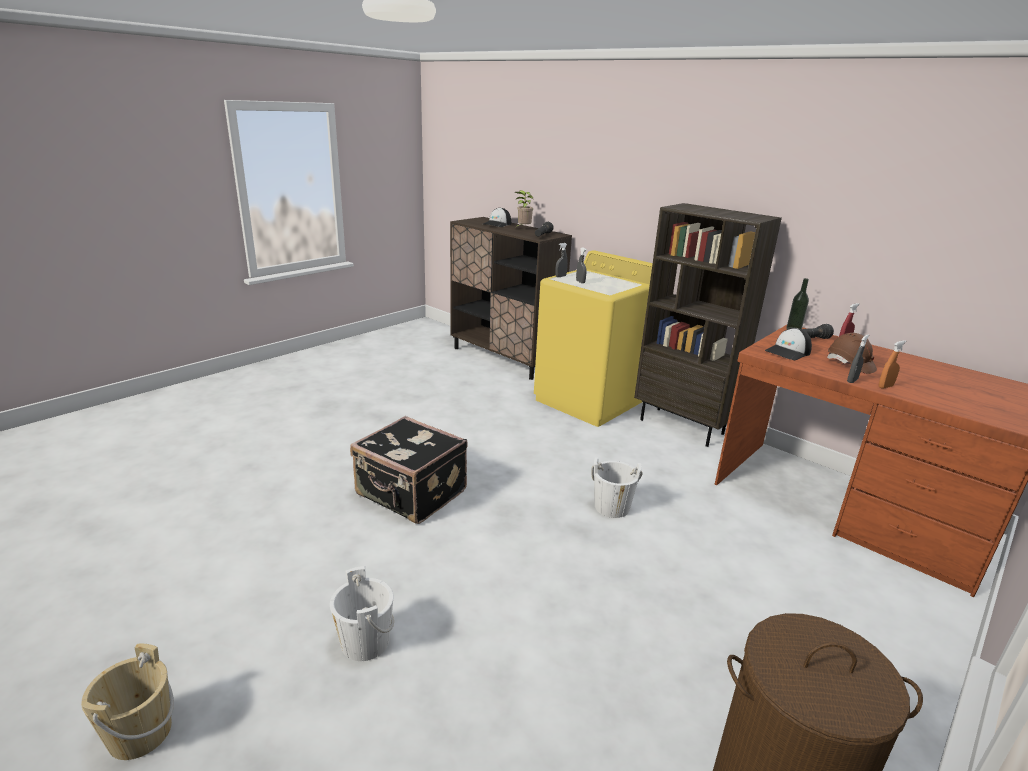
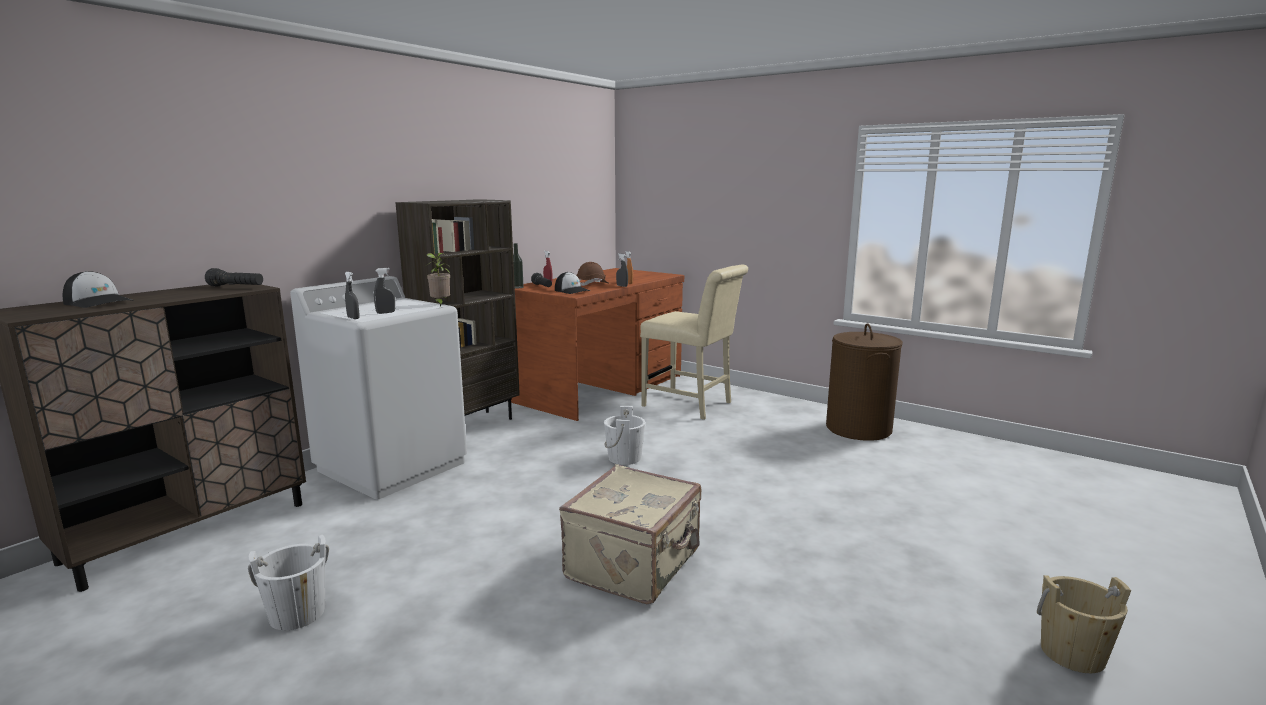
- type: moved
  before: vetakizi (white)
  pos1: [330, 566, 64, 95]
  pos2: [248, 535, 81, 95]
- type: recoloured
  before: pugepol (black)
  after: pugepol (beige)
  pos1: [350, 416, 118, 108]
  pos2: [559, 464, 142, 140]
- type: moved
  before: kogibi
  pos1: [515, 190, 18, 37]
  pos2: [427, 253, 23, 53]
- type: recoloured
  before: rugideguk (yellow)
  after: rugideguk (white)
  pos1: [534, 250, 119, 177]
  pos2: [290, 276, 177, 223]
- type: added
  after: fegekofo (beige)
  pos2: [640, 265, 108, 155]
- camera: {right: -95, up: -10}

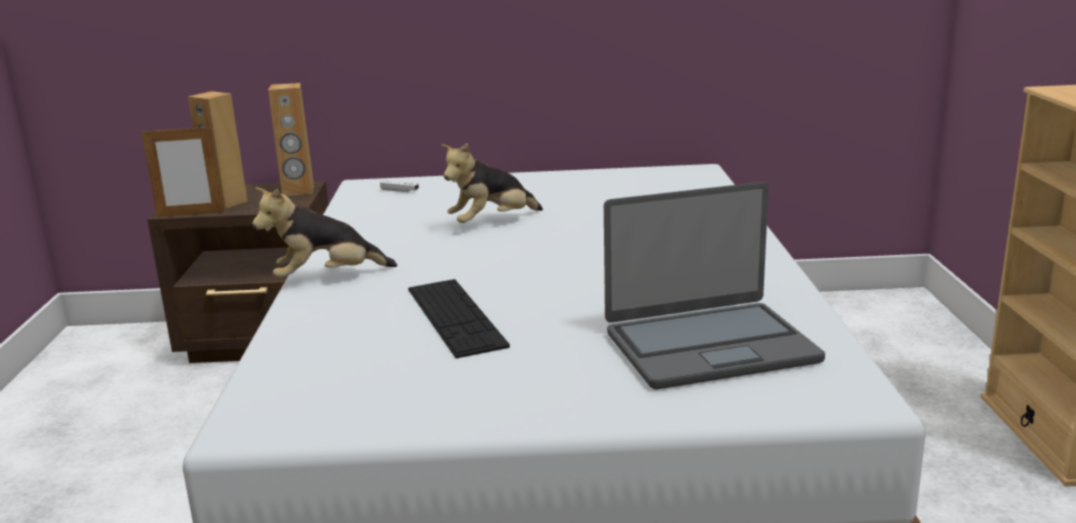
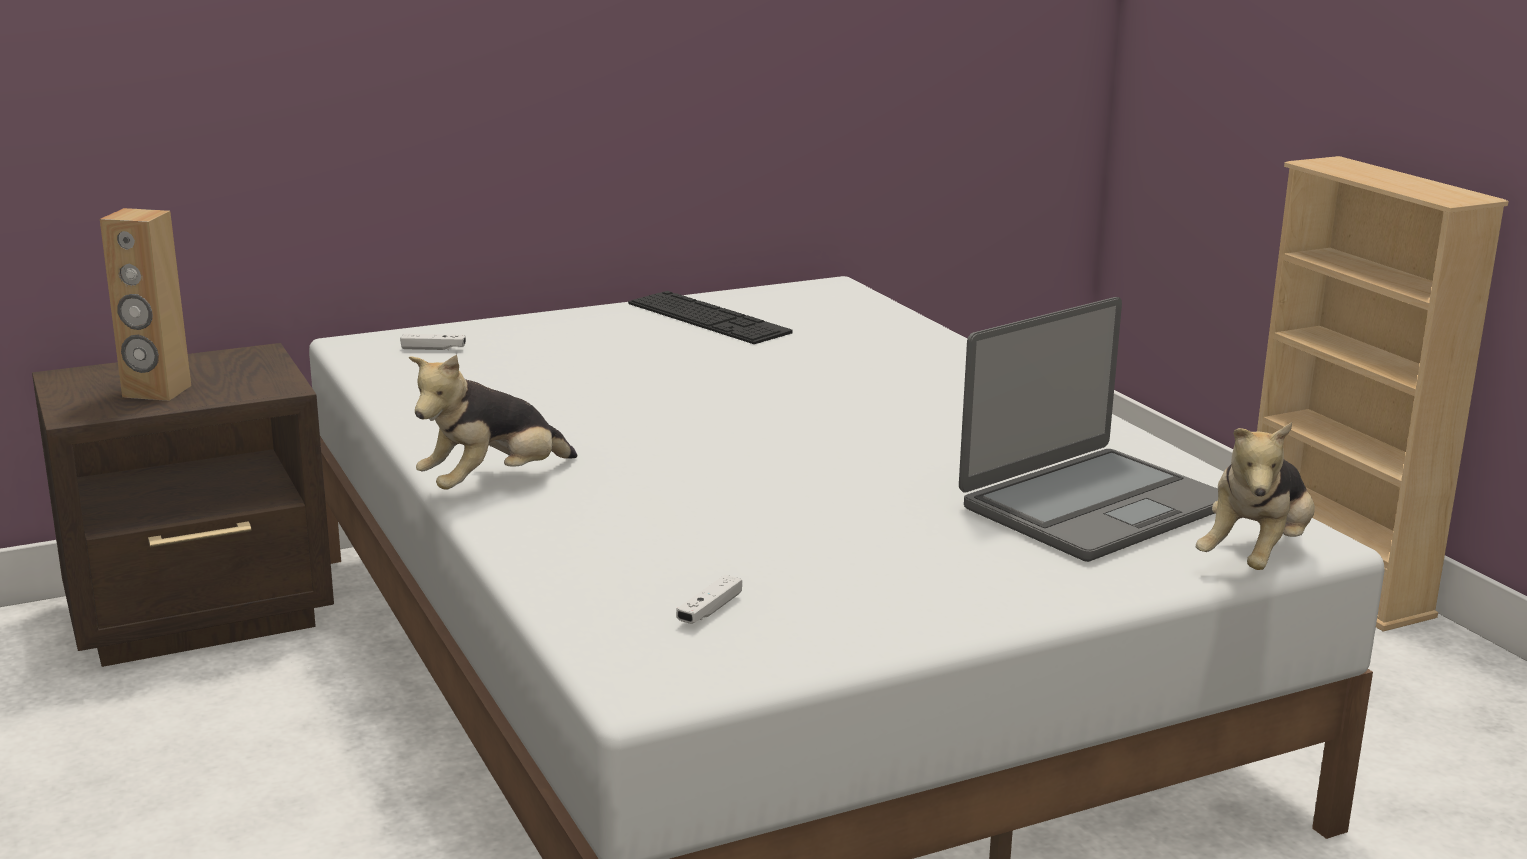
- type: removed
  before: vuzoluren
  pos1: [141, 124, 83, 93]
- type: removed
  before: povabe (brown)
  pos1: [268, 83, 46, 113]
- type: moved
  before: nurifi
  pos1: [408, 279, 102, 79]
  pos2: [628, 291, 165, 53]
- type: moved
  before: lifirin
  pos1: [441, 143, 102, 80]
  pos2: [1196, 422, 119, 148]
- type: added
  after: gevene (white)
  pos2: [676, 575, 66, 49]
- camera: {right: -25, up: 0}

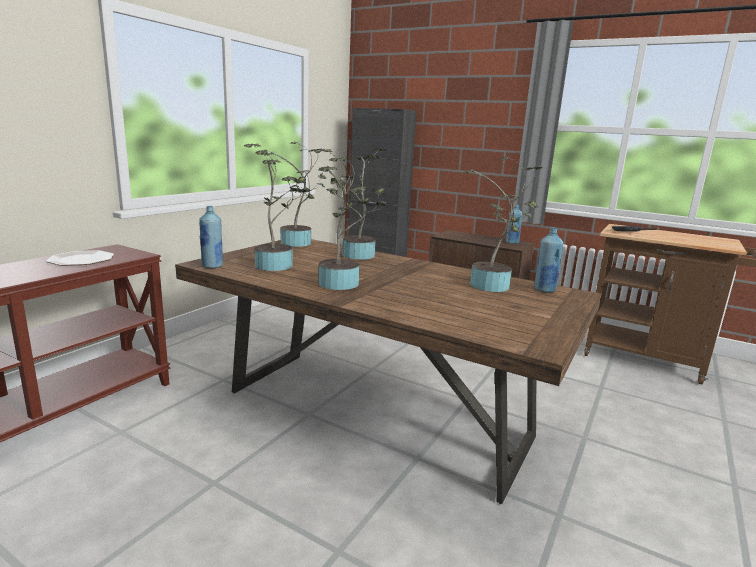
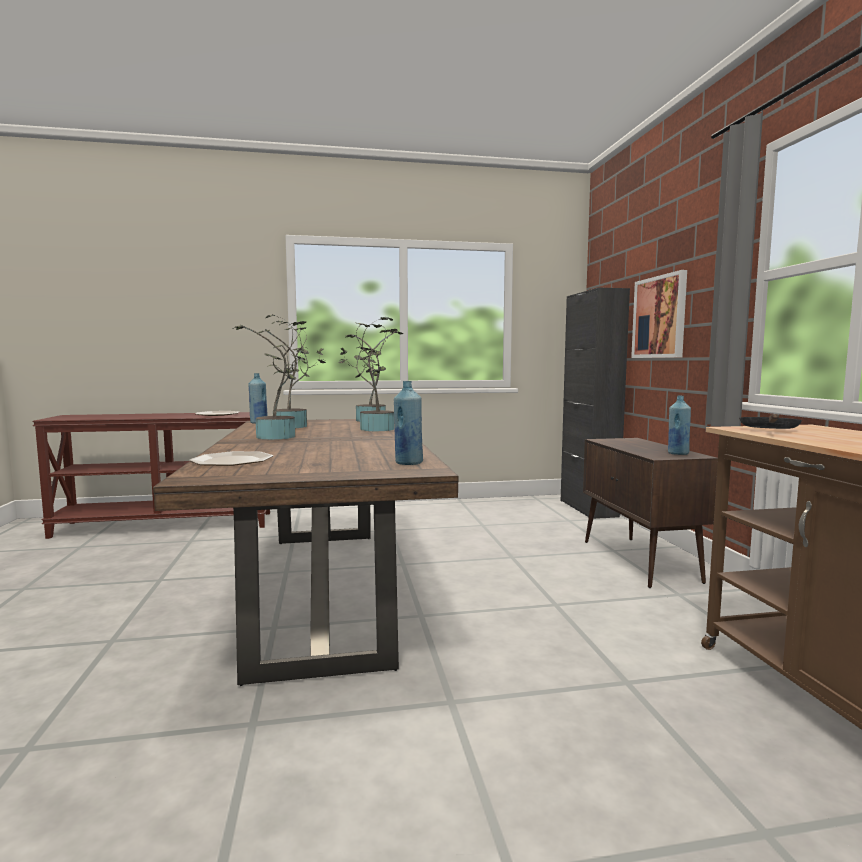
- type: removed
  before: kogibi
  pos1: [463, 157, 80, 135]
- type: added
  after: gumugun
  pos2: [189, 451, 84, 15]
- type: added
  after: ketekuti
  pos2: [631, 270, 56, 88]
- camera: {right: 50, up: -10}

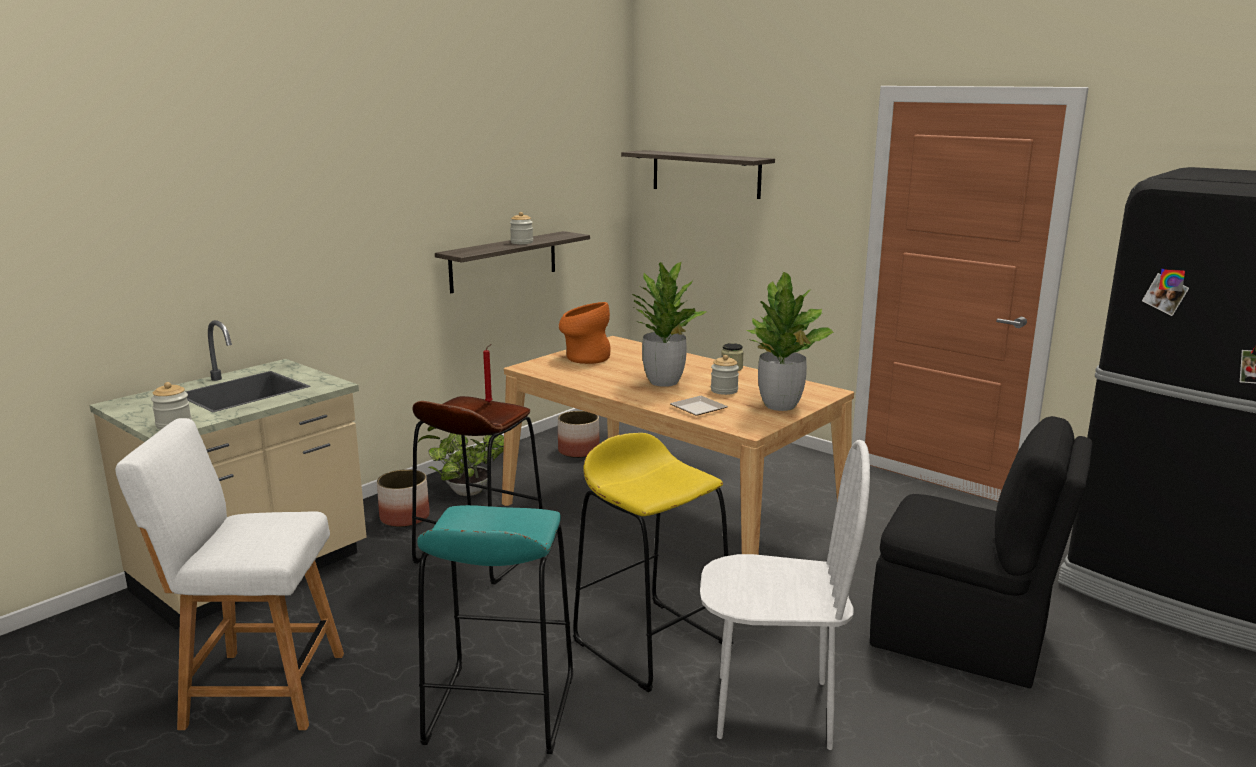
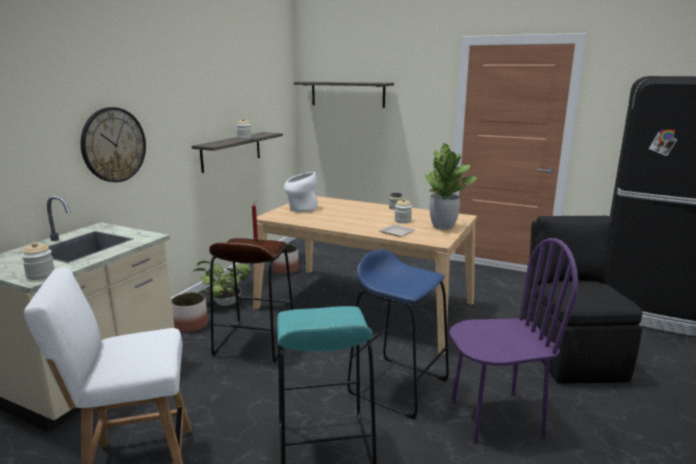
- type: recoloured
  before: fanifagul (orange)
  after: fanifagul (white)
  pos1: [559, 302, 51, 62]
  pos2: [284, 172, 34, 40]
- type: recoloured
  before: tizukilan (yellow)
  after: tizukilan (blue)
  pos1: [573, 433, 160, 259]
  pos2: [347, 249, 102, 171]
- type: removed
  before: kogibi
  pos1: [632, 262, 75, 125]
- type: recoloured
  before: fegekofo (white)
  after: fegekofo (purple)
  pos1: [700, 440, 170, 310]
  pos2: [449, 238, 129, 205]
- type: turned
  before: fegekofo (black)
  pos1: [870, 416, 223, 272]
  pos2: [524, 215, 118, 168]
  turn: -105
- type: added
  after: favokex
  pos2: [81, 107, 65, 75]
- camera: {right: -15, up: 0}

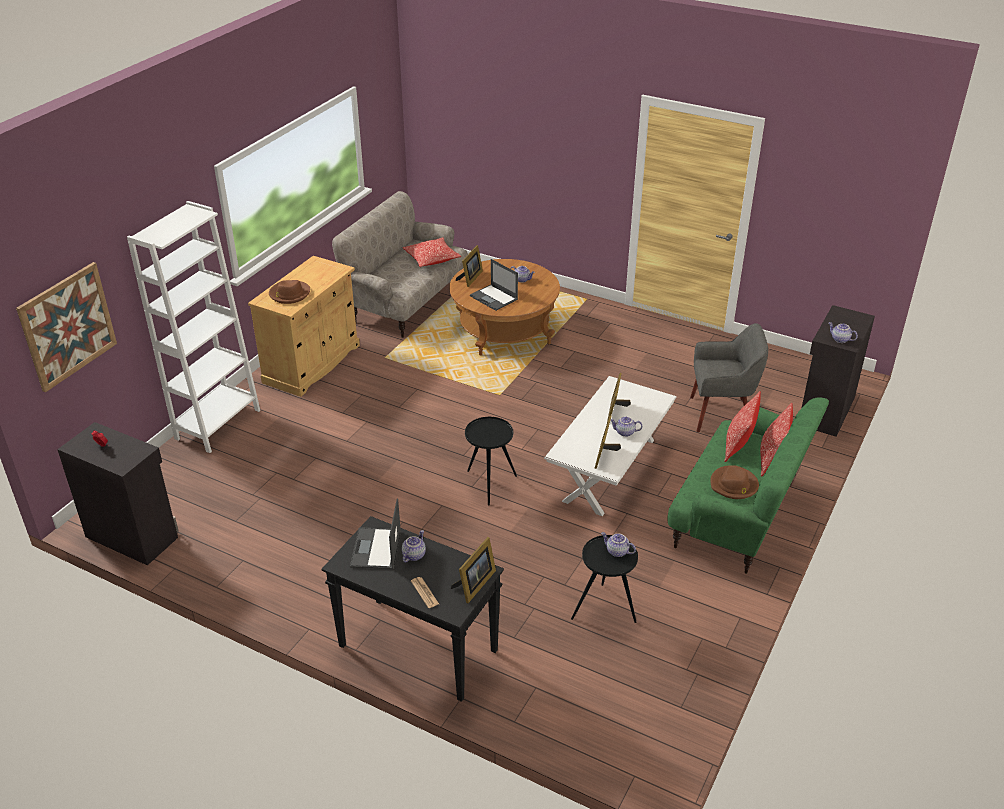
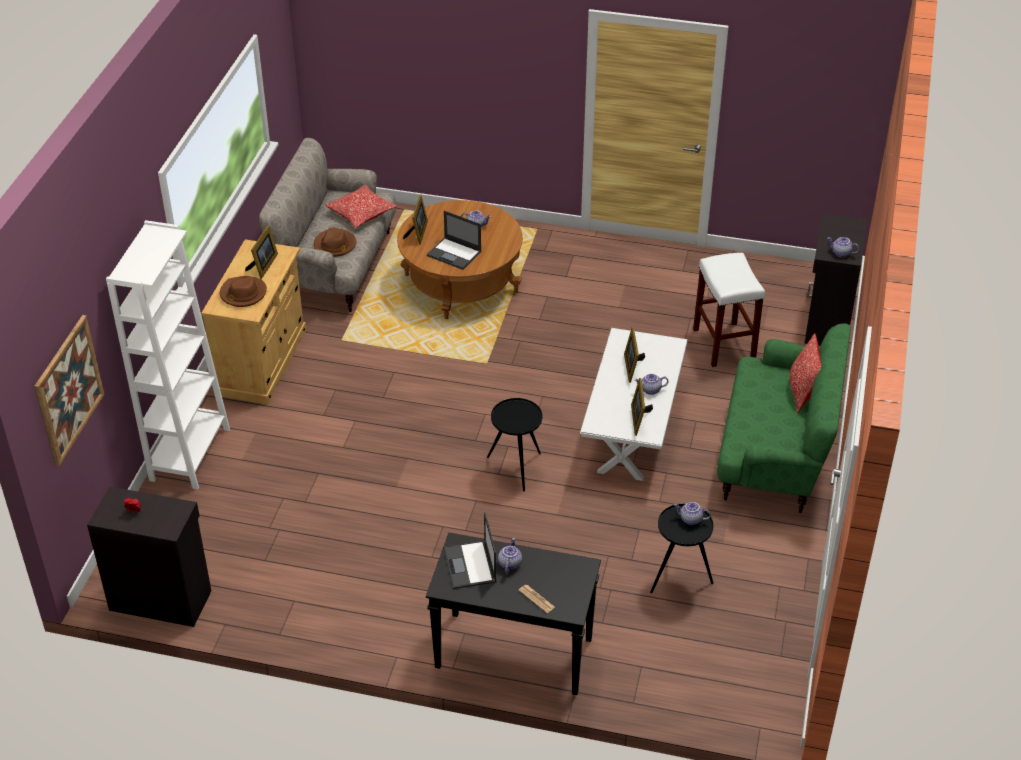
- type: moved
  before: vuzoluren
  pos1: [451, 537, 45, 66]
  pos2: [245, 225, 33, 54]
- type: replaced
  before: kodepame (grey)
  after: tizukilan (white)
  pos1: [690, 323, 78, 109]
  pos2: [693, 253, 72, 114]
- type: moved
  before: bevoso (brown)
  pos1: [710, 465, 49, 34]
  pos2: [314, 228, 42, 29]
- type: removed
  before: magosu
  pos1: [724, 391, 37, 71]
- camera: {right: -15, up: 5}

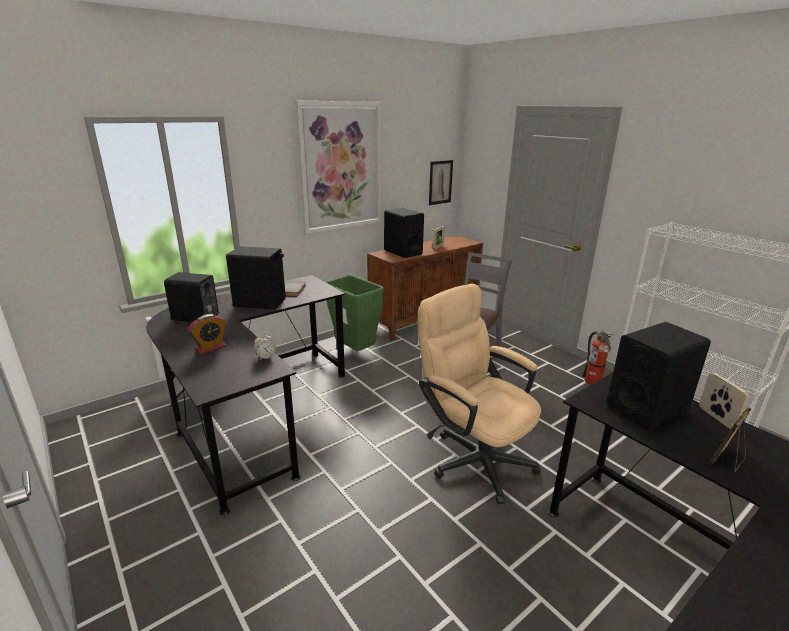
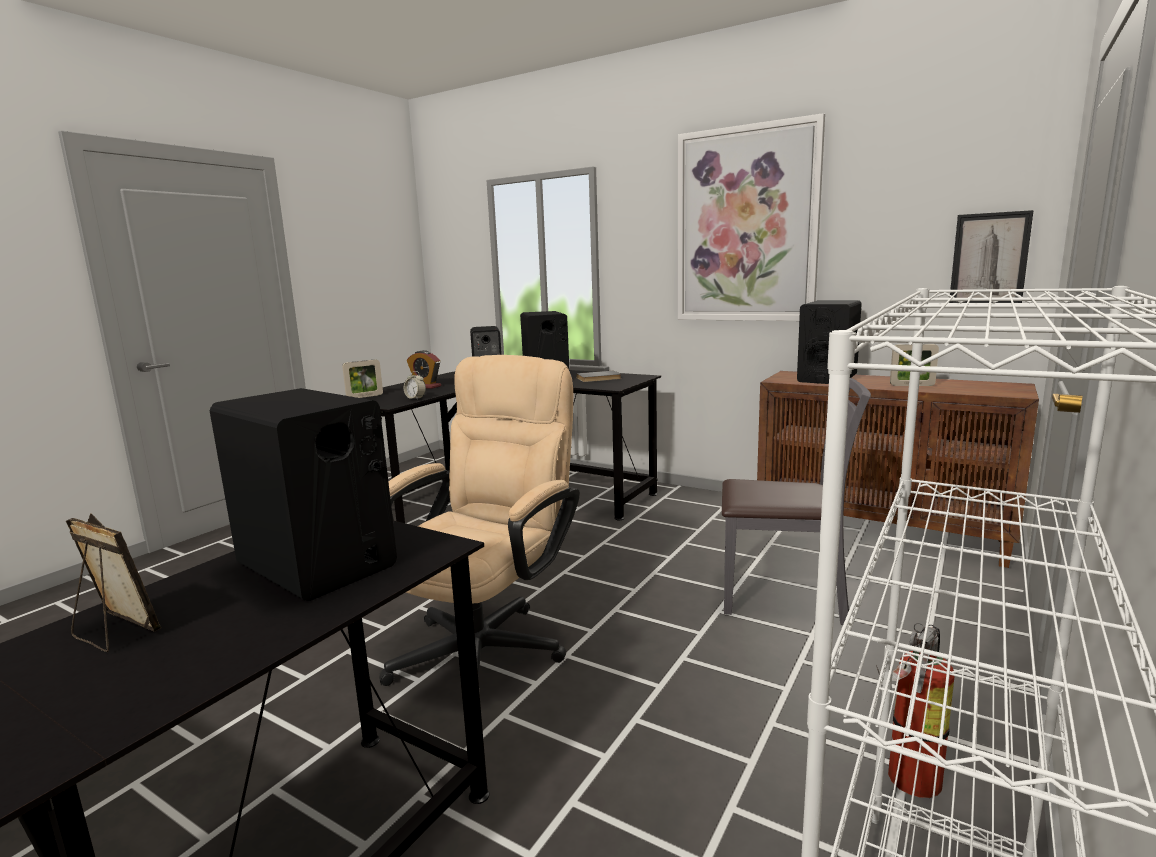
- type: removed
  before: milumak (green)
  pos1: [326, 275, 58, 76]
- type: moved
  before: vuzoluren
  pos1: [699, 373, 51, 56]
  pos2: [342, 359, 41, 39]
- camera: {right: 70, up: -10}

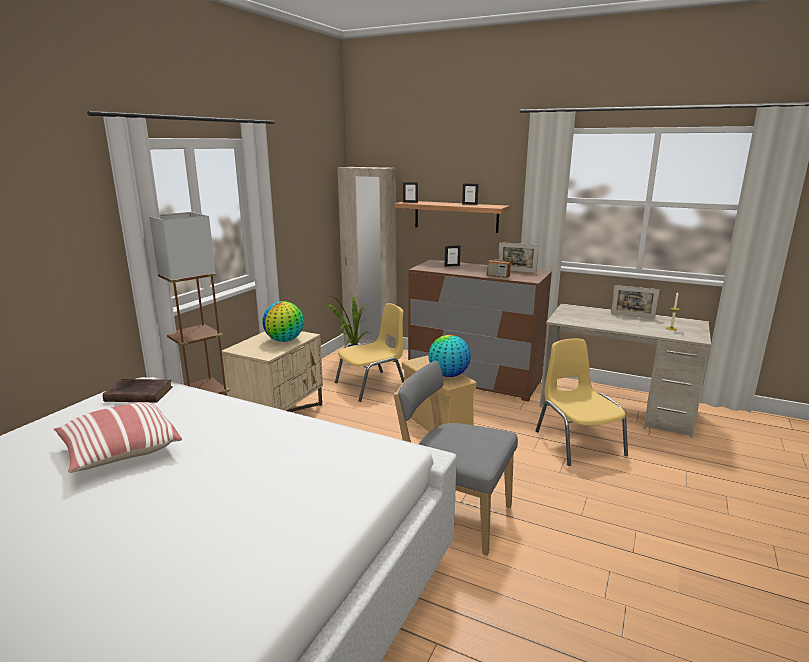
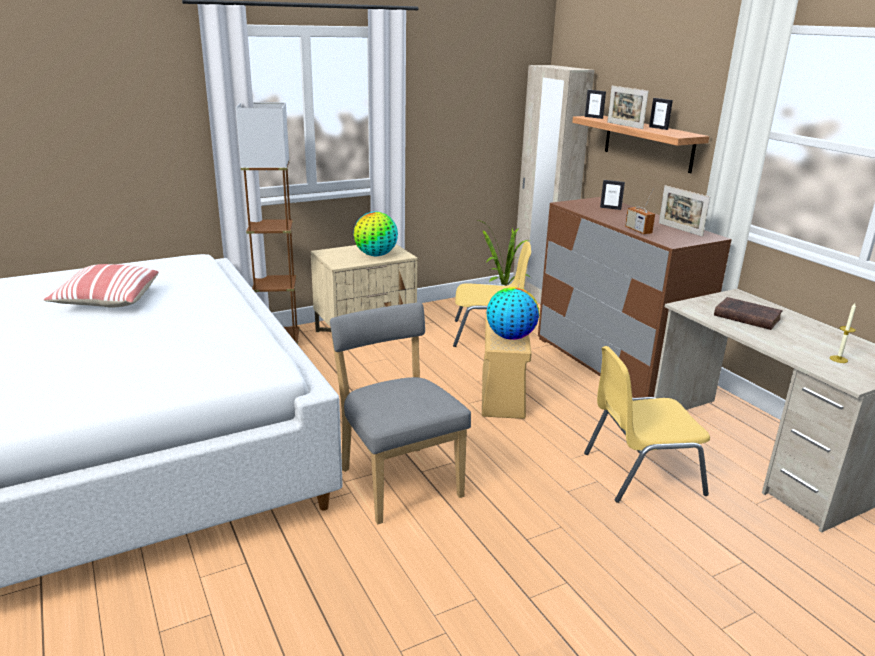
- type: moved
  before: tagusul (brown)
  pos1: [103, 379, 70, 24]
  pos2: [714, 297, 69, 33]
- type: turned
  before: fegekofo (yellow)
  pos1: [536, 338, 92, 128]
  pos2: [584, 346, 126, 157]
  turn: -120
- type: moved
  before: vuzoluren
  pos1: [611, 285, 49, 34]
  pos2: [607, 86, 42, 43]
- camera: {right: 35, up: 5}

